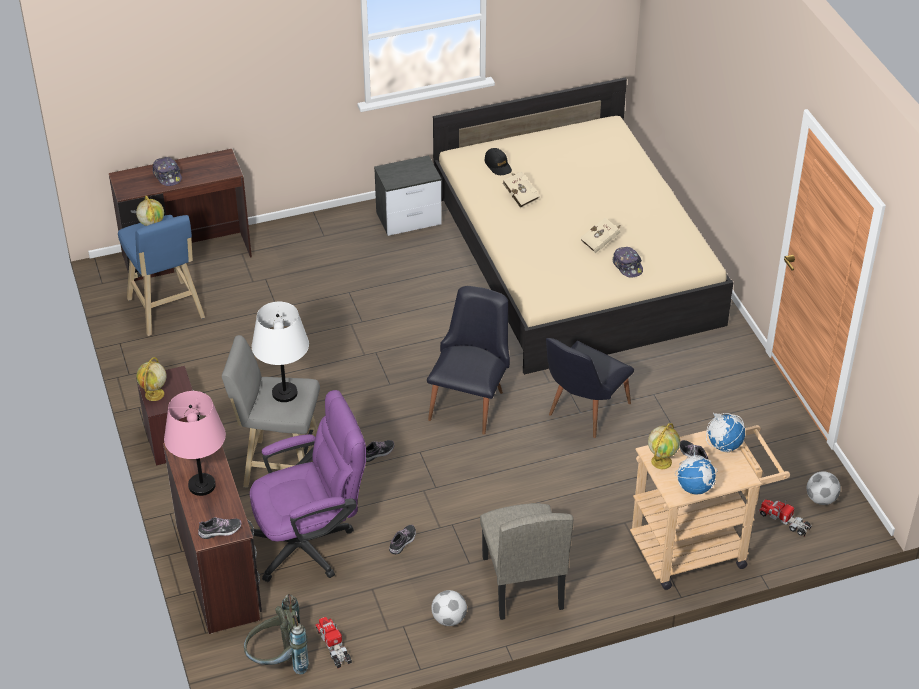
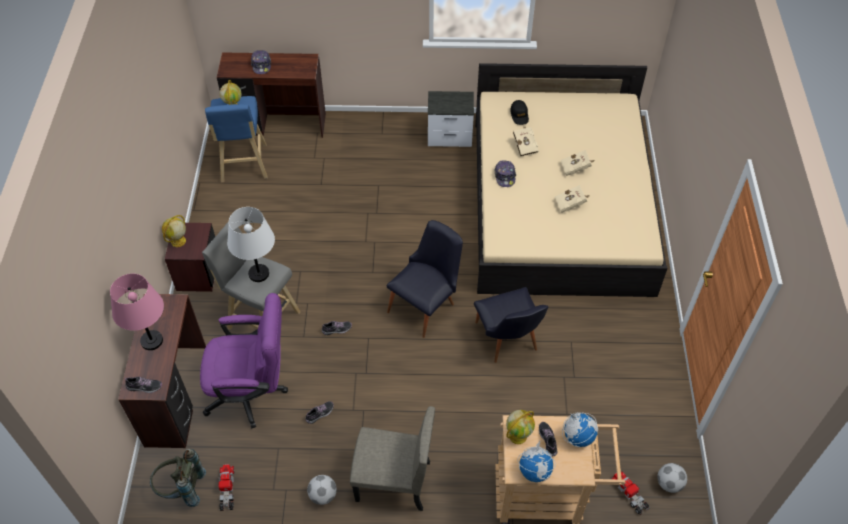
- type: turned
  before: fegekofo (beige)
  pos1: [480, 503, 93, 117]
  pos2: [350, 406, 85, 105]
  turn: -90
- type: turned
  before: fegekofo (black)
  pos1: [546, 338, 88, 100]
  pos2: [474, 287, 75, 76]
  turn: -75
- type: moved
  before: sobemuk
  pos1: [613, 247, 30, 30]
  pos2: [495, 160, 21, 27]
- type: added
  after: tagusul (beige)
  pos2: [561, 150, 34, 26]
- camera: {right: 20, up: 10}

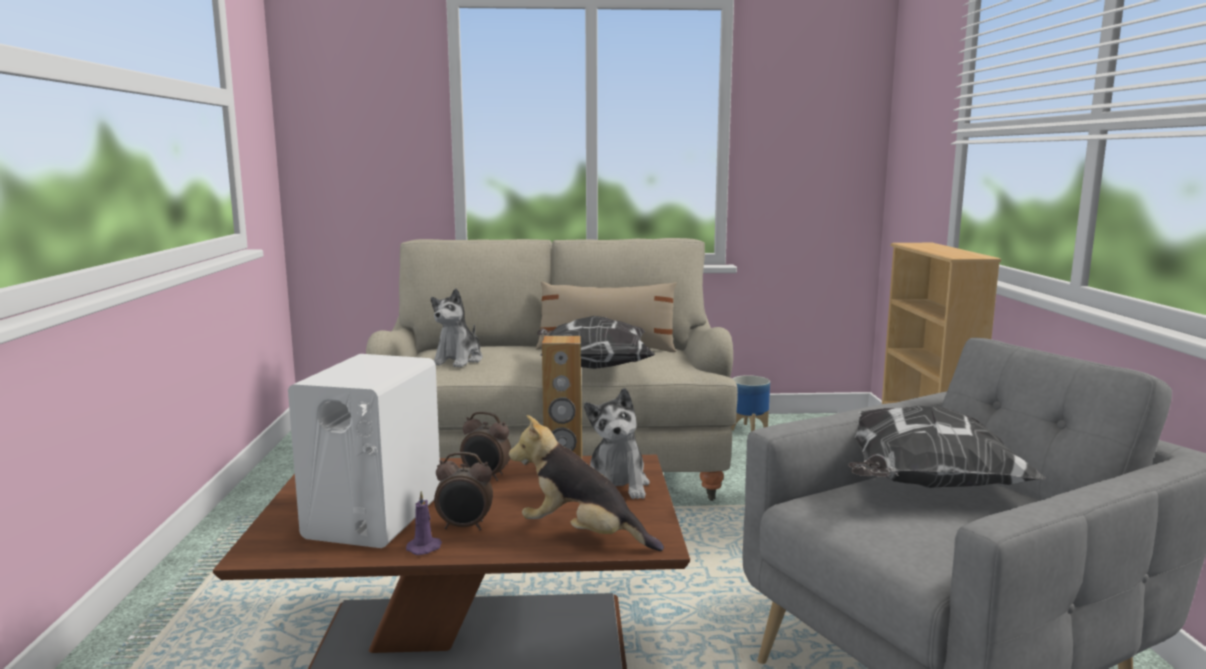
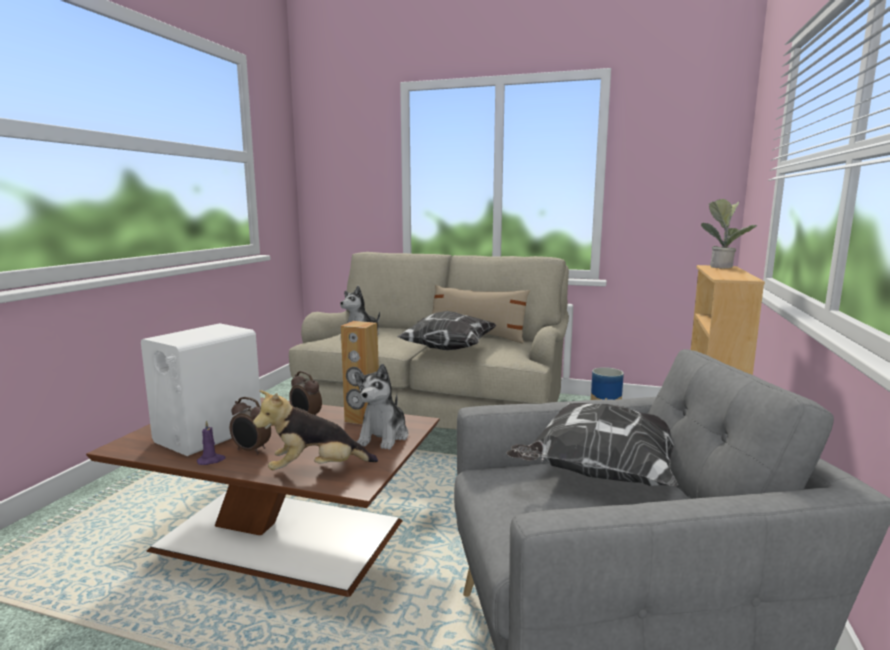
- type: turned
  before: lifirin
  pos1: [509, 415, 155, 136]
  pos2: [253, 390, 125, 80]
  turn: -60
- type: added
  after: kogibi
  pos2: [701, 199, 56, 70]
- camera: {right: 20, up: 0}

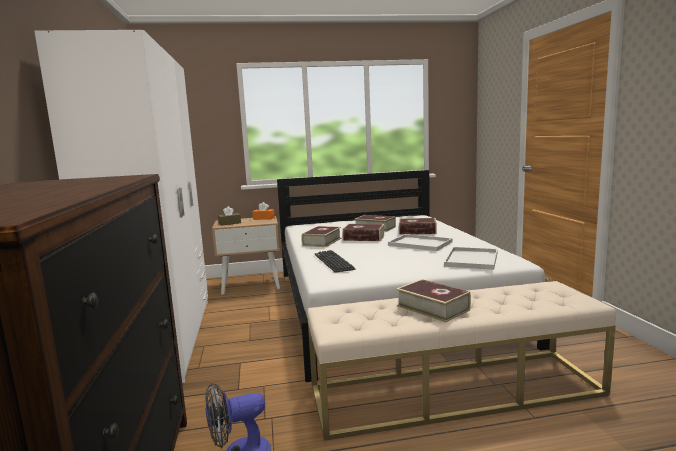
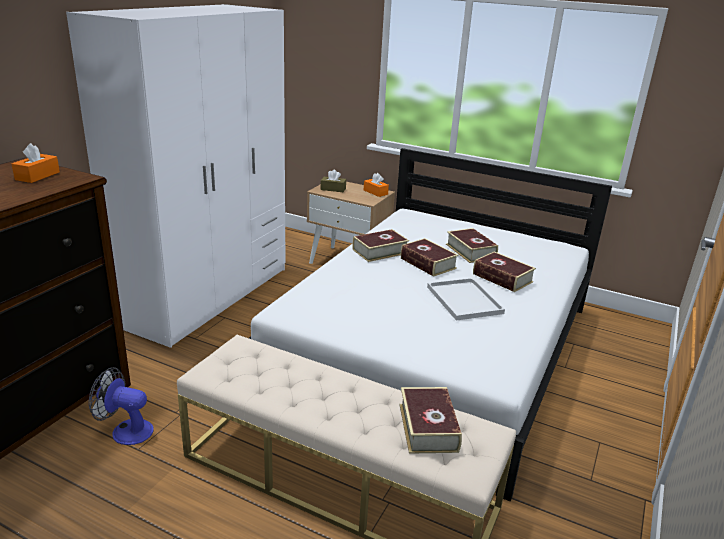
- type: removed
  before: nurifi
  pos1: [315, 250, 40, 23]
- type: moved
  before: tagusul
  pos1: [396, 279, 75, 44]
  pos2: [399, 387, 63, 67]
- type: removed
  before: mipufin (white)
  pos1: [444, 247, 54, 23]
- type: added
  after: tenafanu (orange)
  pos2: [12, 143, 48, 40]
- camera: {right: 35, up: 15}

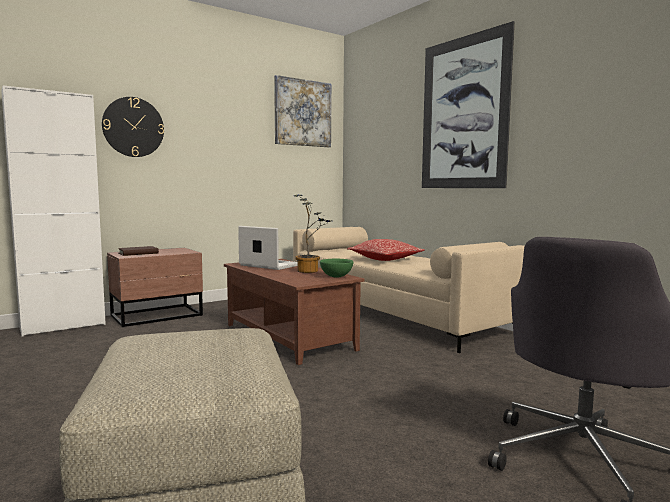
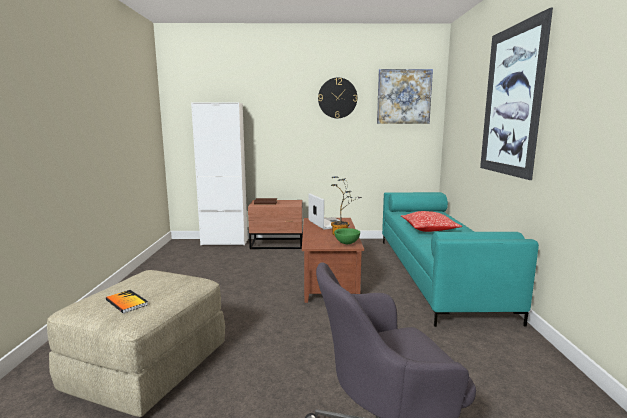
- type: moved
  before: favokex
  pos1: [102, 97, 62, 60]
  pos2: [318, 78, 39, 40]
- type: recoloured
  before: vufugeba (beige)
  after: vufugeba (turquoise)
  pos1: [293, 227, 232, 126]
  pos2: [382, 192, 157, 135]
- type: added
  after: tagusul
  pos2: [106, 290, 42, 24]
- camera: {right: 35, up: 5}

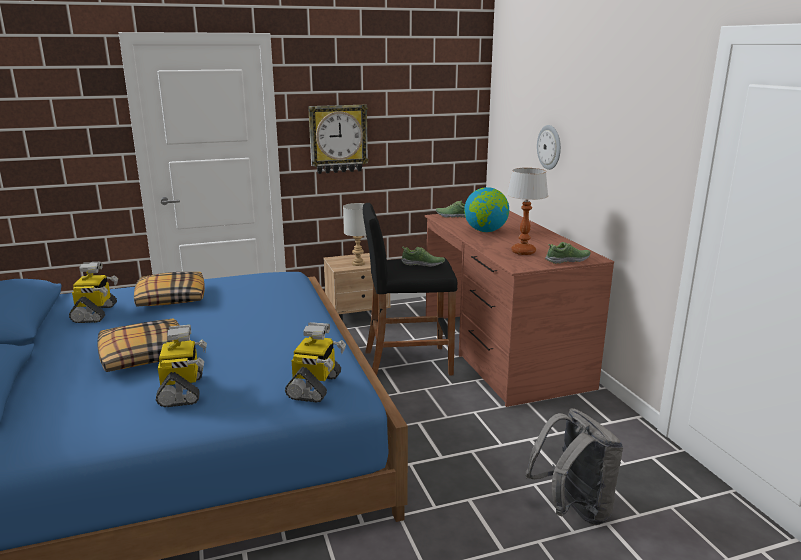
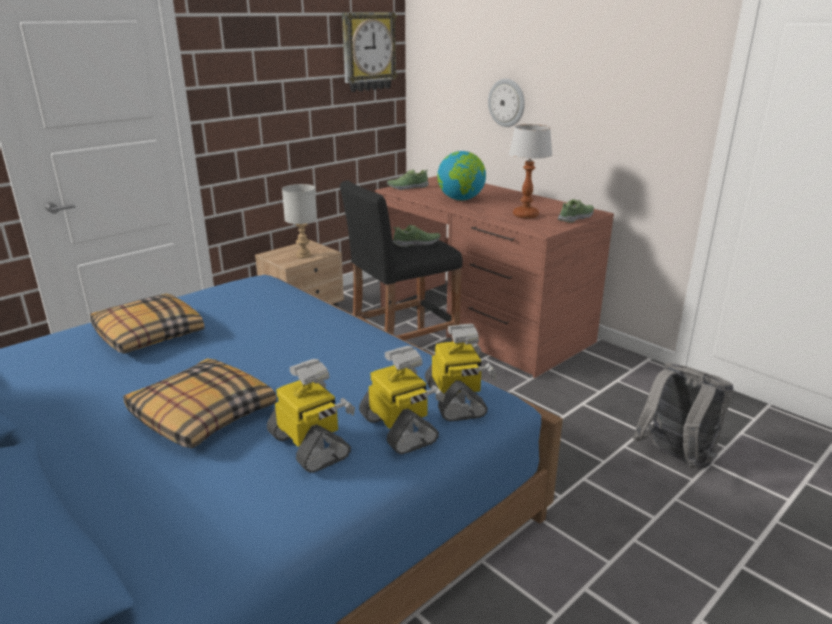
- type: moved
  before: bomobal
  pos1: [69, 262, 49, 61]
  pos2: [359, 346, 86, 108]
- type: moved
  before: favokex
  pos1: [308, 105, 61, 69]
  pos2: [342, 12, 56, 80]
- camera: {right: -25, up: 5}

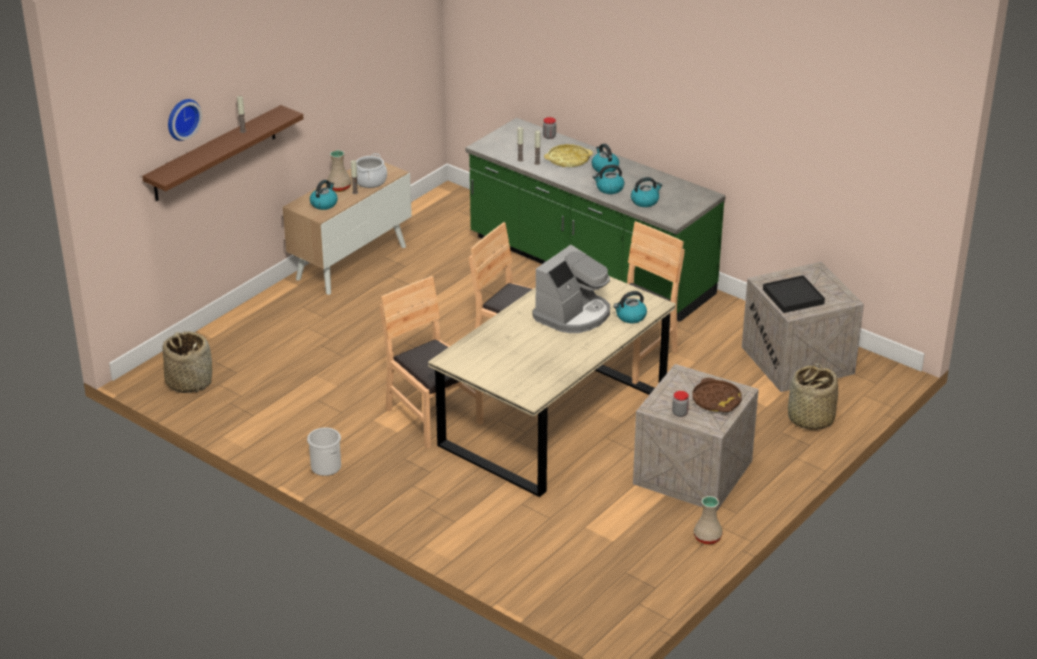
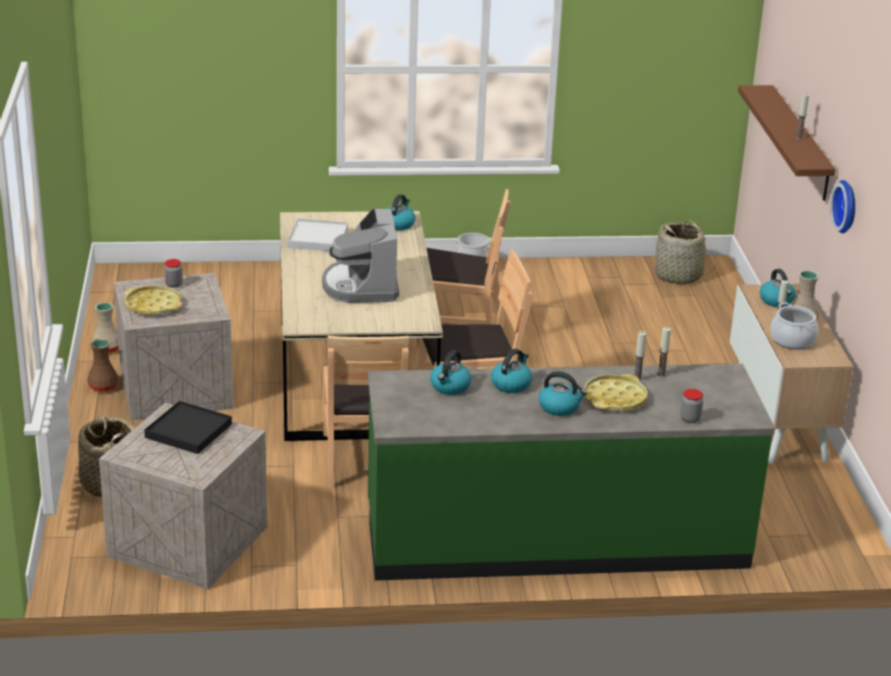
- type: moved
  before: favokex
  pos1: [168, 99, 34, 42]
  pos2: [830, 180, 25, 53]
- type: moved
  before: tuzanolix
  pos1: [613, 291, 34, 32]
  pos2: [387, 194, 28, 37]
- type: recoloured
  before: mipufin (brown)
  after: mipufin (yellow)
  pos1: [692, 378, 50, 34]
  pos2: [124, 286, 58, 30]
- type: added
  after: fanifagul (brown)
  pos2: [87, 339, 32, 53]
- type: added
  after: mipufin (white)
  pos2: [288, 218, 60, 33]
- camera: {right: 135, up: -5}

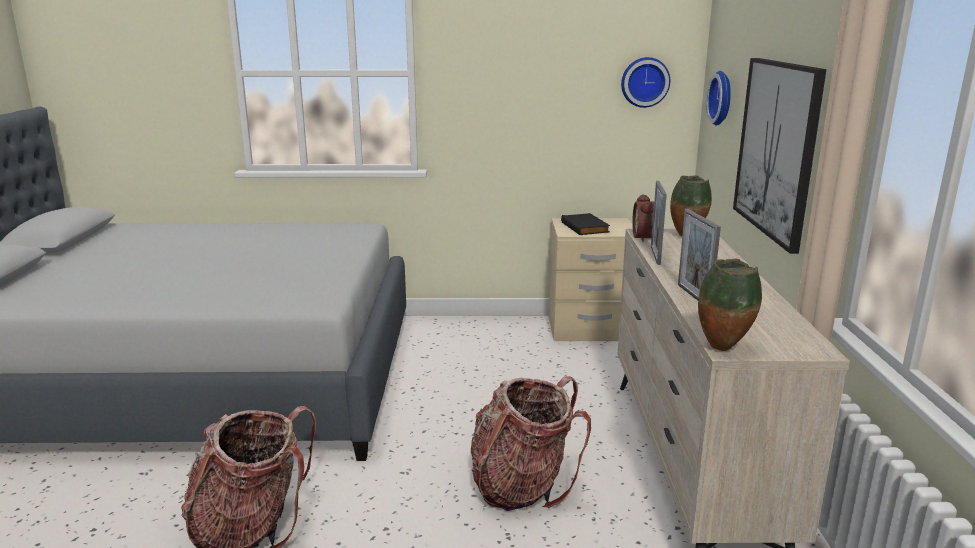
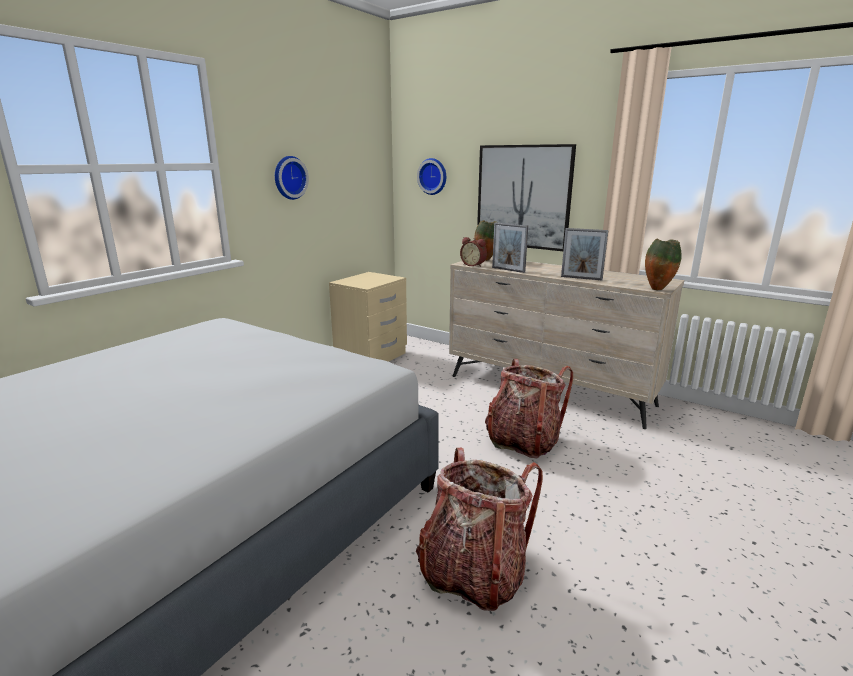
- type: removed
  before: tagusul (black)
  pos1: [561, 213, 49, 22]
- type: moved
  before: favokex
  pos1: [621, 57, 49, 51]
  pos2: [275, 156, 34, 44]
- camera: {right: -55, up: 0}

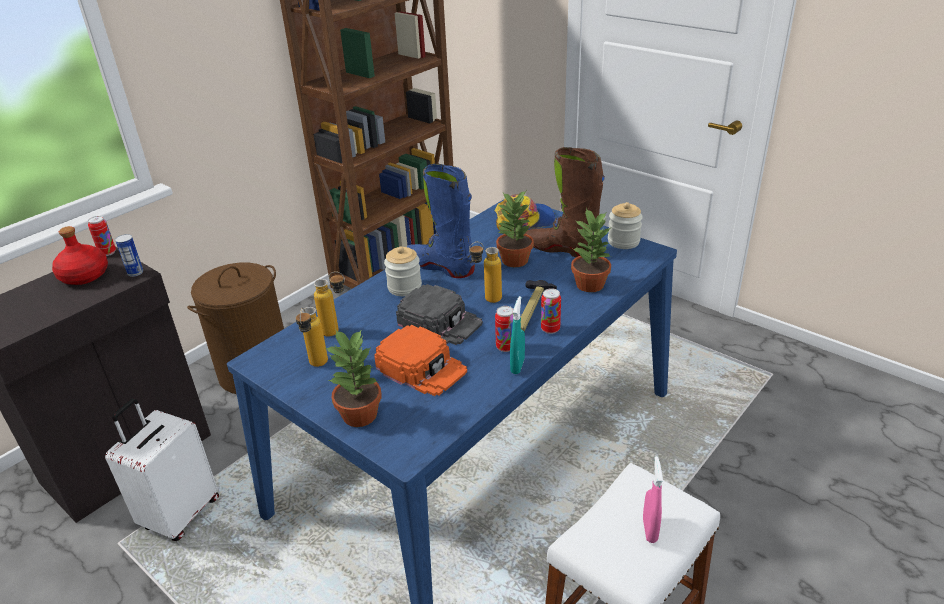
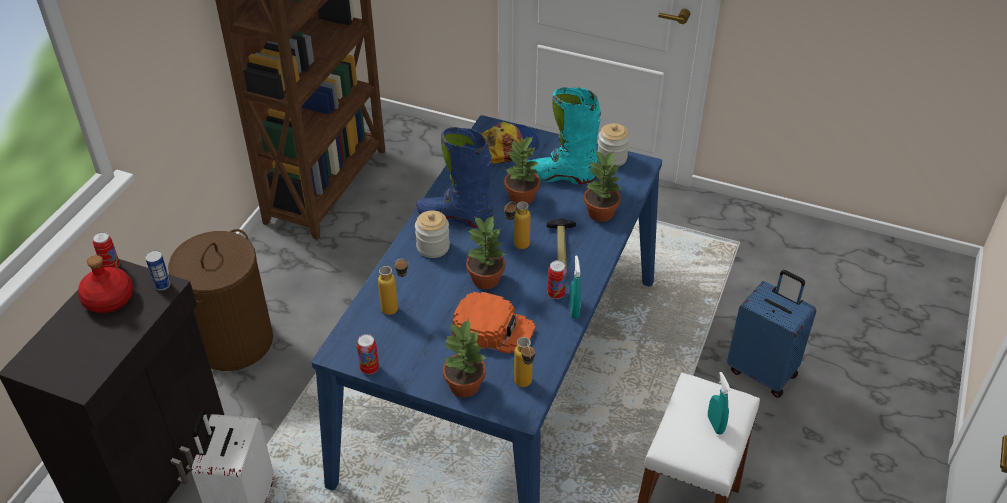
- type: moved
  before: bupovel
  pos1: [296, 307, 32, 60]
  pos2: [514, 337, 21, 50]
- type: replaced
  before: sobemuk (black)
  after: kogibi
  pos1: [396, 284, 87, 61]
  pos2: [466, 216, 40, 73]
- type: recoloured
  before: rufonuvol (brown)
  after: rufonuvol (turquoise)
  pos1: [525, 147, 80, 110]
  pos2: [528, 87, 73, 97]
- type: moved
  before: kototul
  pos1: [541, 288, 20, 46]
  pos2: [357, 334, 22, 40]
- type: recoloured
  before: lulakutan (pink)
  after: lulakutan (turquoise)
  pos1: [643, 456, 20, 87]
  pos2: [708, 372, 23, 62]
- type: added
  after: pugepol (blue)
  pos2: [727, 270, 89, 128]
- camera: {right: -20, up: 10}

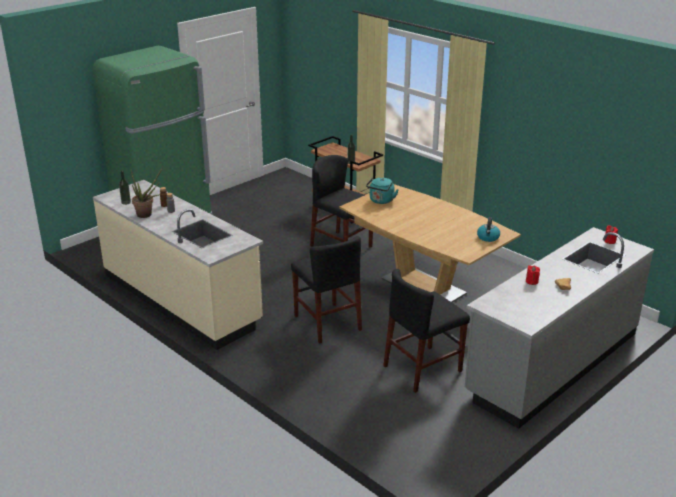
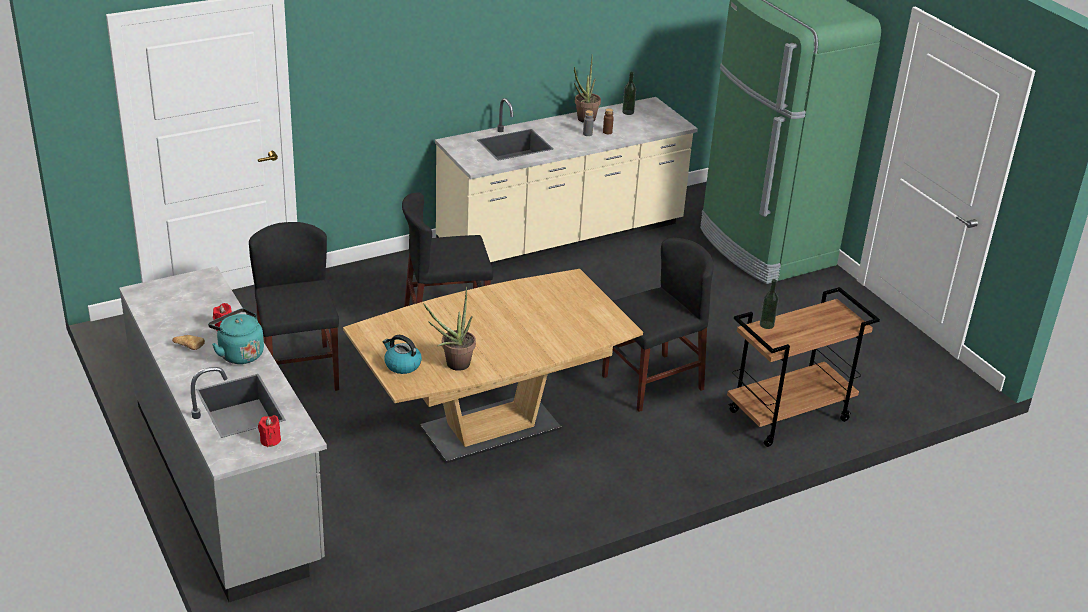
- type: moved
  before: tuzanolix (turquoise)
  pos1: [366, 178, 33, 26]
  pos2: [208, 308, 56, 56]
- type: added
  after: kogibi
  pos2: [423, 286, 53, 85]
- camera: {right: 105, up: 5}

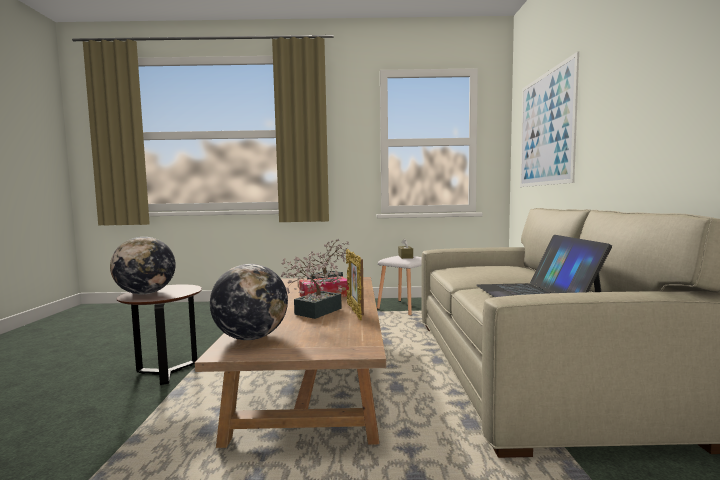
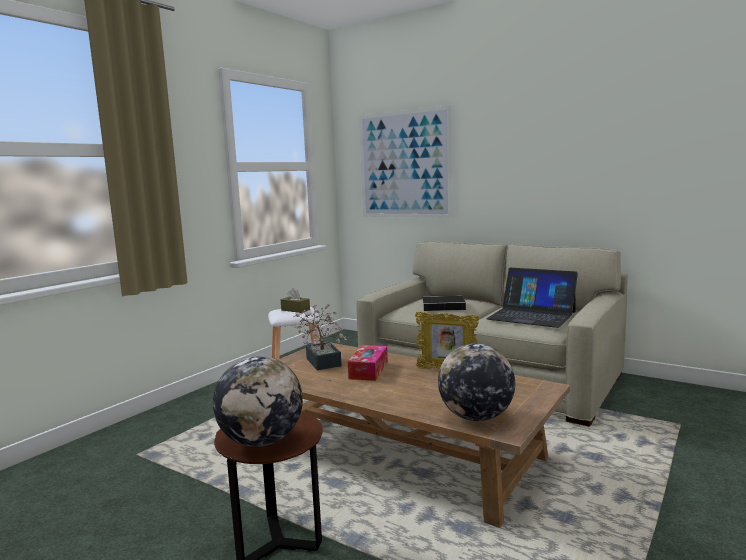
- type: removed
  before: kogibi
  pos1: [280, 256, 62, 63]
- type: added
  after: tagusul
  pos2: [422, 296, 50, 15]
- camera: {right: -55, up: 5}

